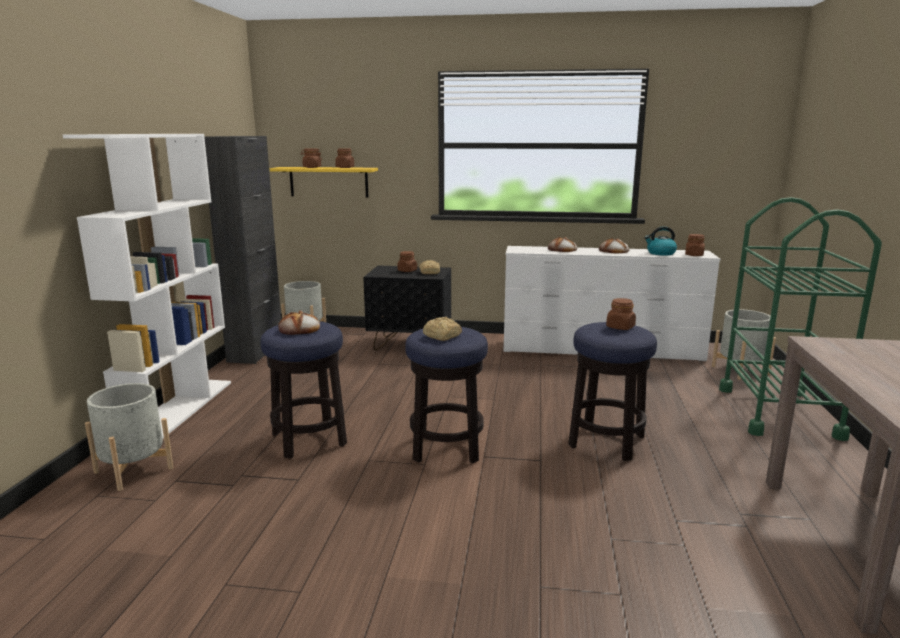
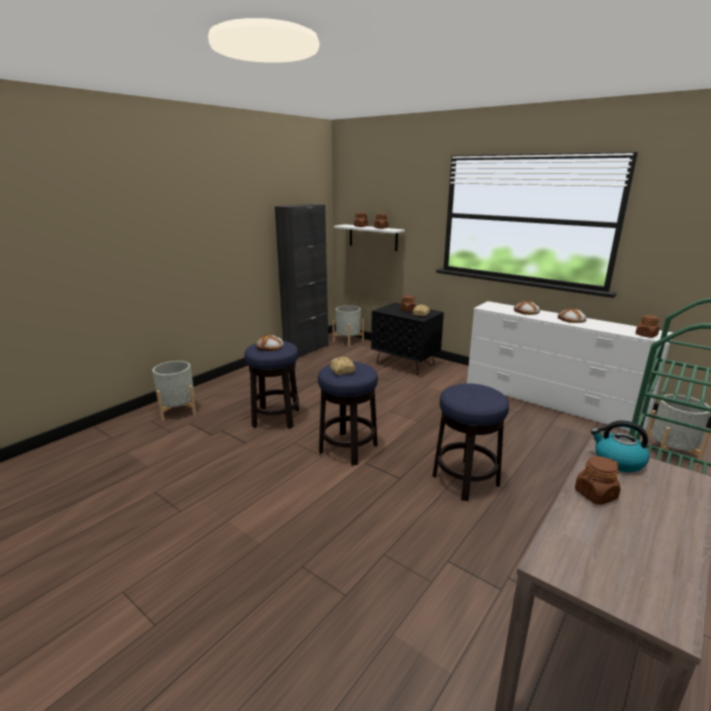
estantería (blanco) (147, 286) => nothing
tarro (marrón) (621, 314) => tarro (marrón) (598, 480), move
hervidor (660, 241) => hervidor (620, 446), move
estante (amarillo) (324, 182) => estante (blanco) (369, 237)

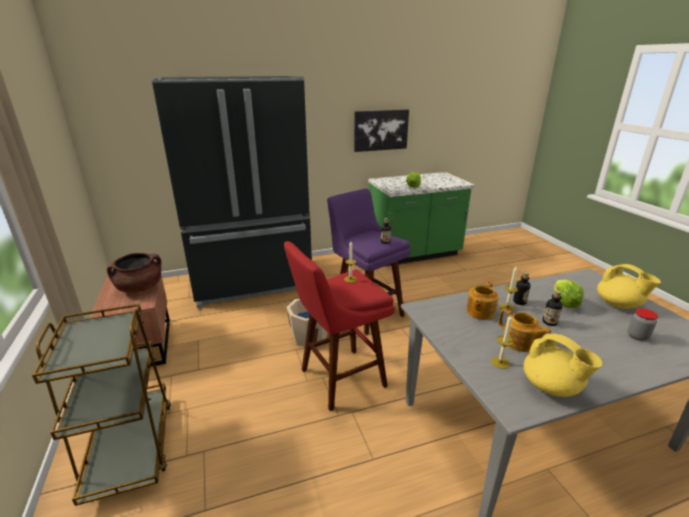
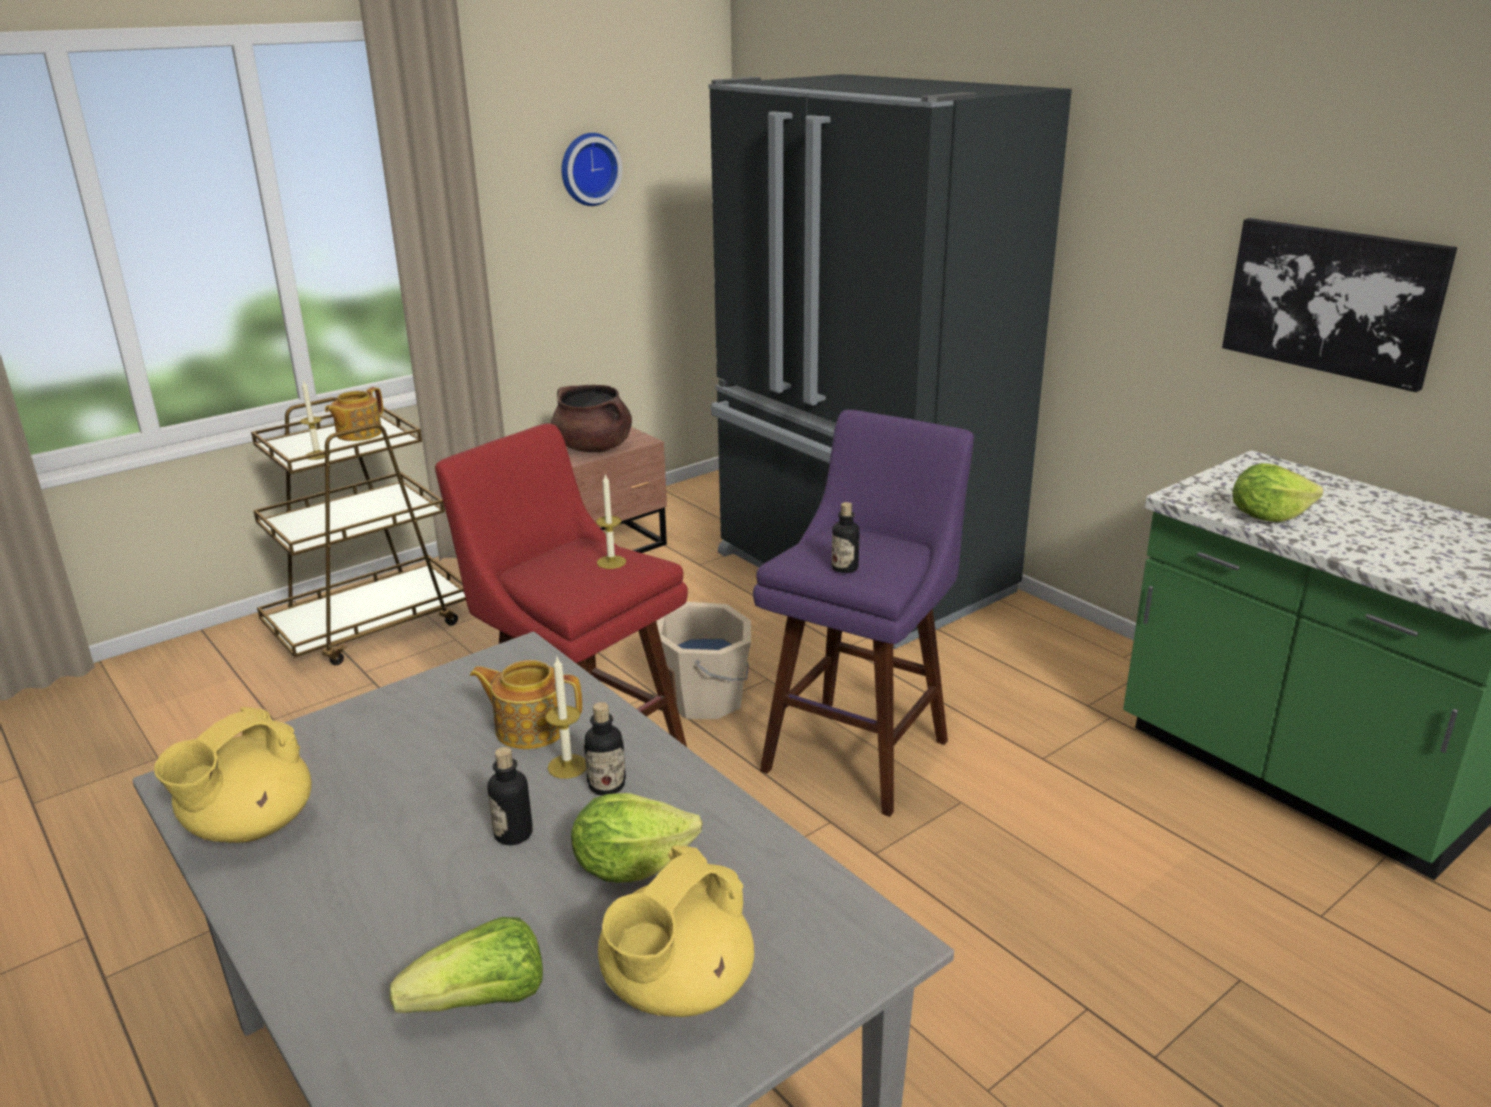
nothing => reloj de pared (592, 169)
vela (502, 342) => vela (315, 420), move
tetera (525, 330) => tetera (354, 414), move
tarro (643, 324) => lechuga (466, 965)

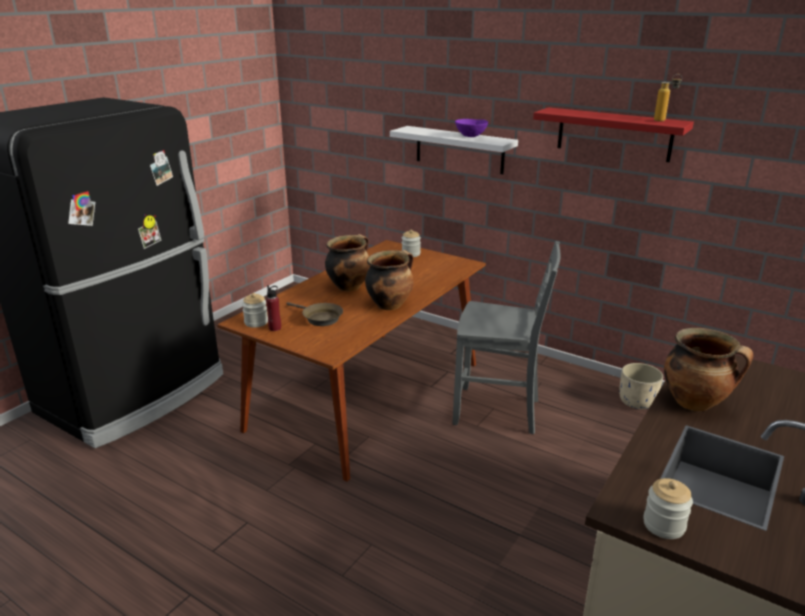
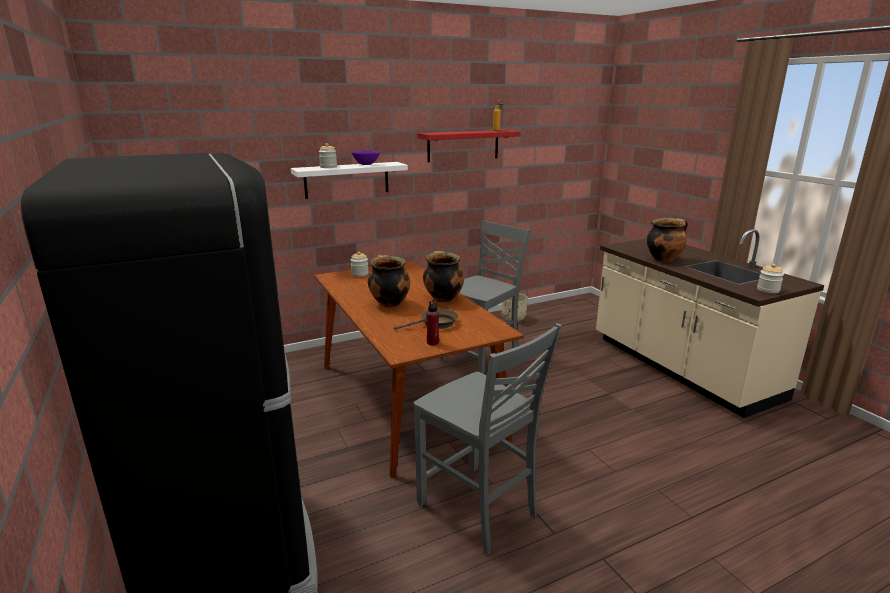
nothing => silla (gris) (487, 439)
tarro (255, 310) => tarro (328, 155), move

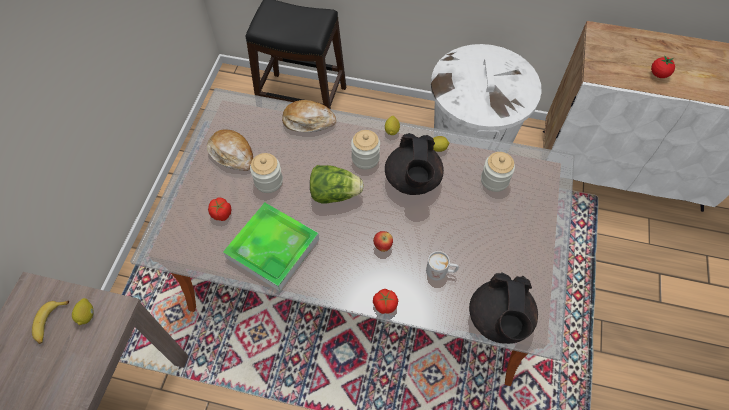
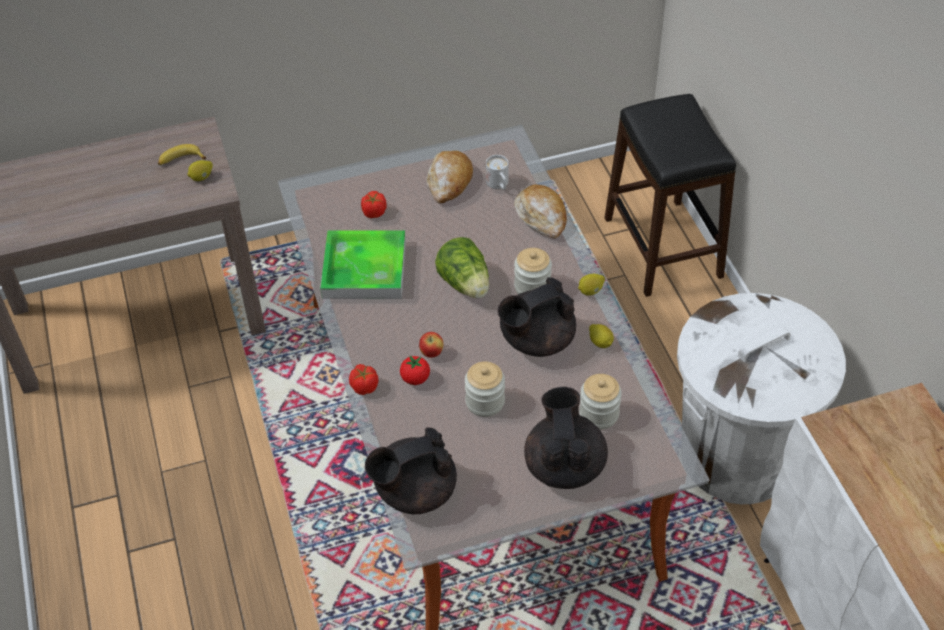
nothing => tetera (negro) (566, 438)
tarro (266, 173) => tarro (485, 389), move
taza grande (blanco) (442, 265) => taza grande (blanco) (497, 172), move
tomate (663, 67) => tomate (415, 370), move

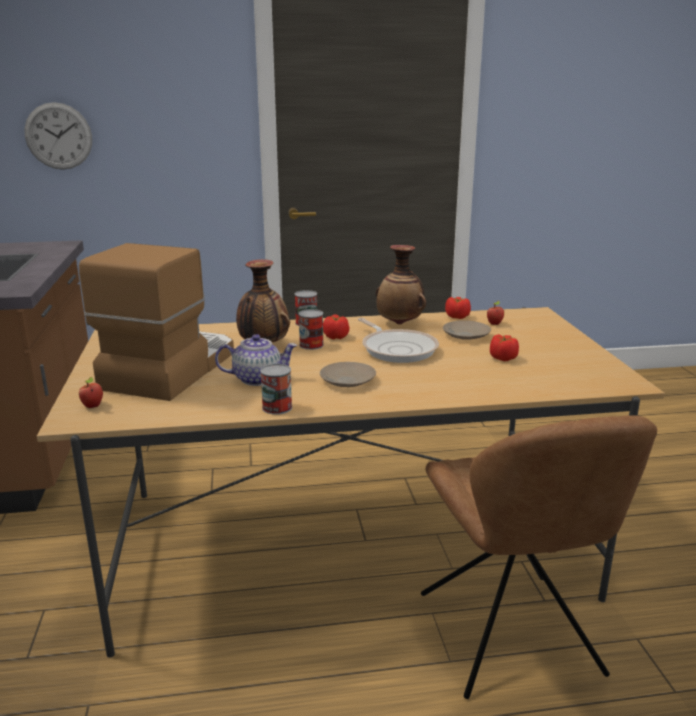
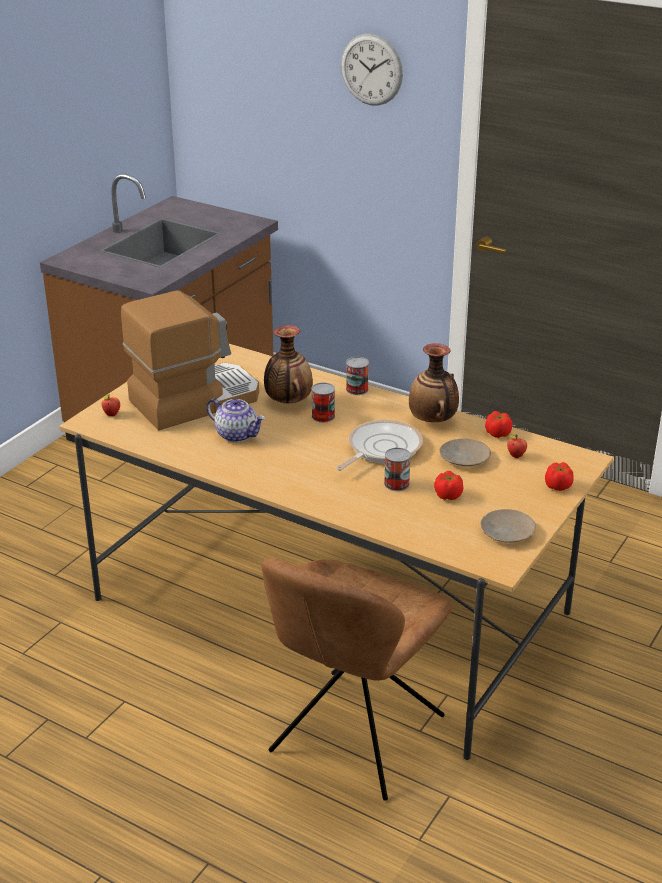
reloj de pared (58, 136) => reloj de pared (372, 70), move
lata (276, 389) => lata (397, 469), move
plato (beis) (348, 374) => plato (beis) (508, 526), move
tomate (336, 326) => tomate (559, 476), move
sartén (398, 340) => sartén (379, 445), 150 degrees counterclockwise

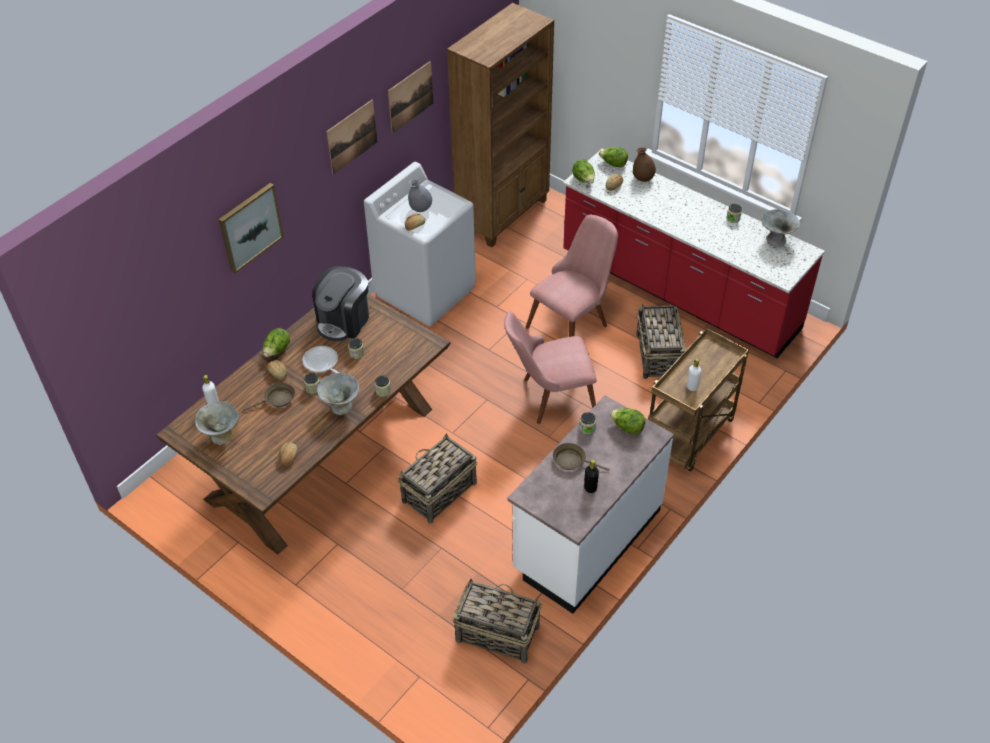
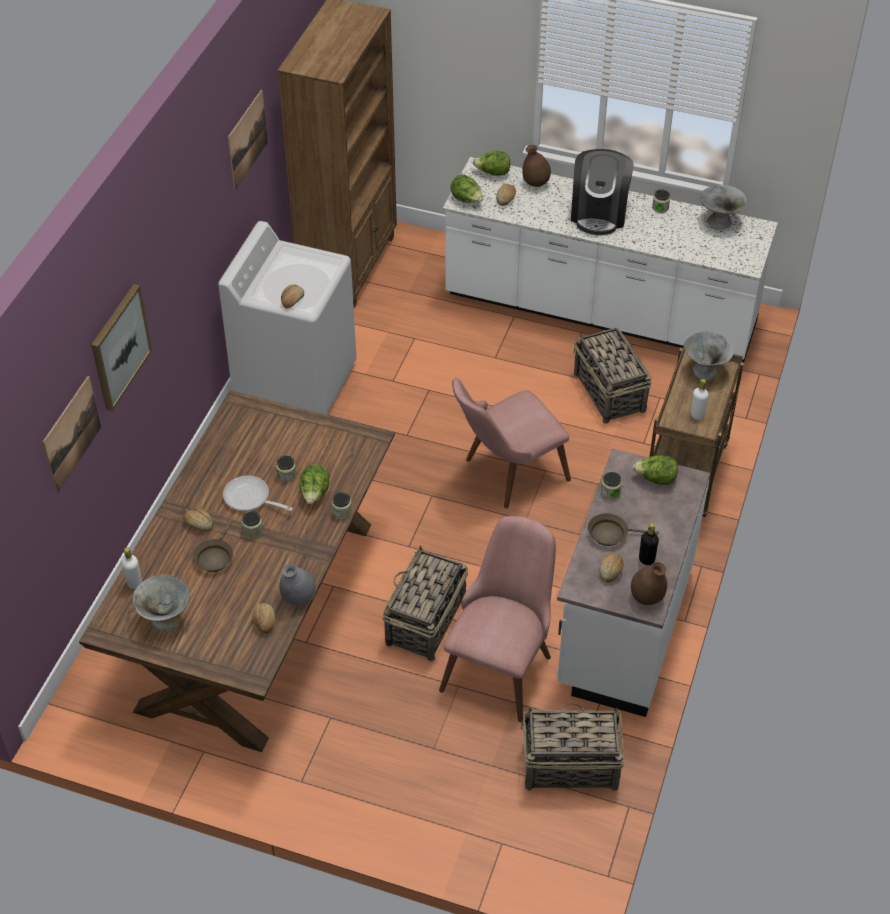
nothing => pan (611, 568)
nothing => florero (marrón) (649, 583)
lechuga (276, 342) => lechuga (314, 484), move
cafetera (340, 303) => cafetera (602, 192), move
cuenco (gris) (338, 394) => cuenco (gris) (709, 356), move
cuadro (352, 137) => cuadro (72, 434), move
florero (gris) (420, 196) => florero (gris) (297, 584), move
silla (rosa) (572, 276) => silla (rosa) (497, 619), move
mueble bajo de cocina (rojo) (694, 253) => mueble bajo de cocina (blanco) (610, 259)
sartén (marrón) (268, 397) => sartén (marrón) (213, 546), 150 degrees clockwise

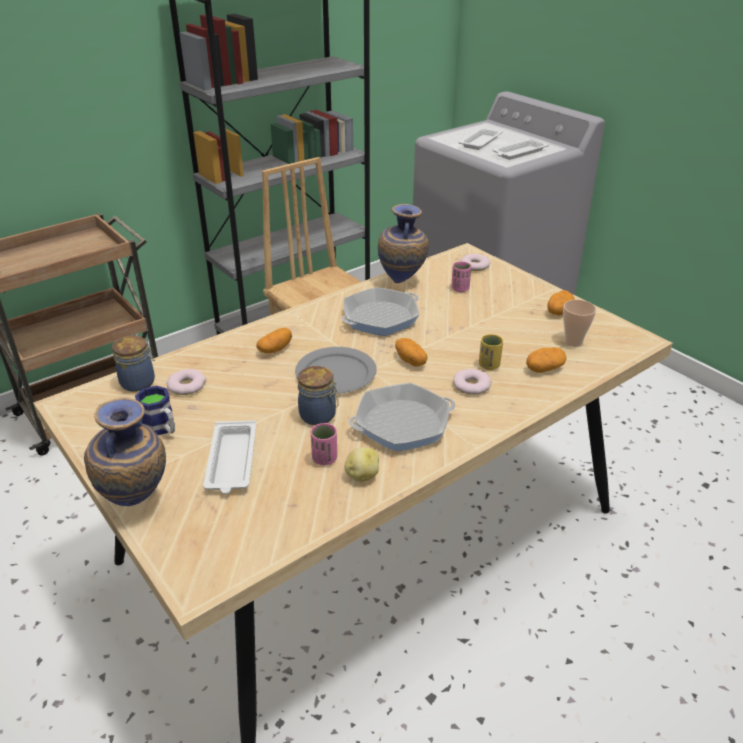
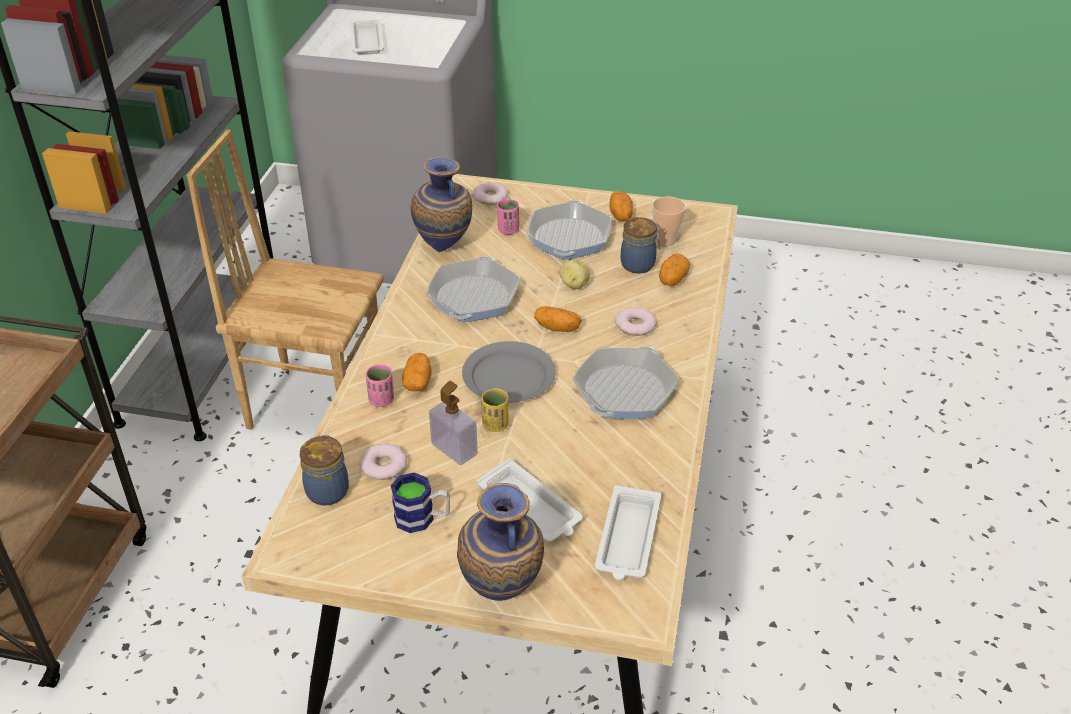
nothing => dispensador de jabón (453, 423)
nothing => sartén (569, 229)
tarro (318, 395) => tarro (641, 245), move
taza (rosa) (324, 444) => taza (rosa) (380, 385), move
patata (361, 465) => patata (574, 274), move
taza (amarillo) (491, 352) => taza (amarillo) (495, 410), move
bandeja (blanco) (520, 149) => bandeja (blanco) (628, 532), move

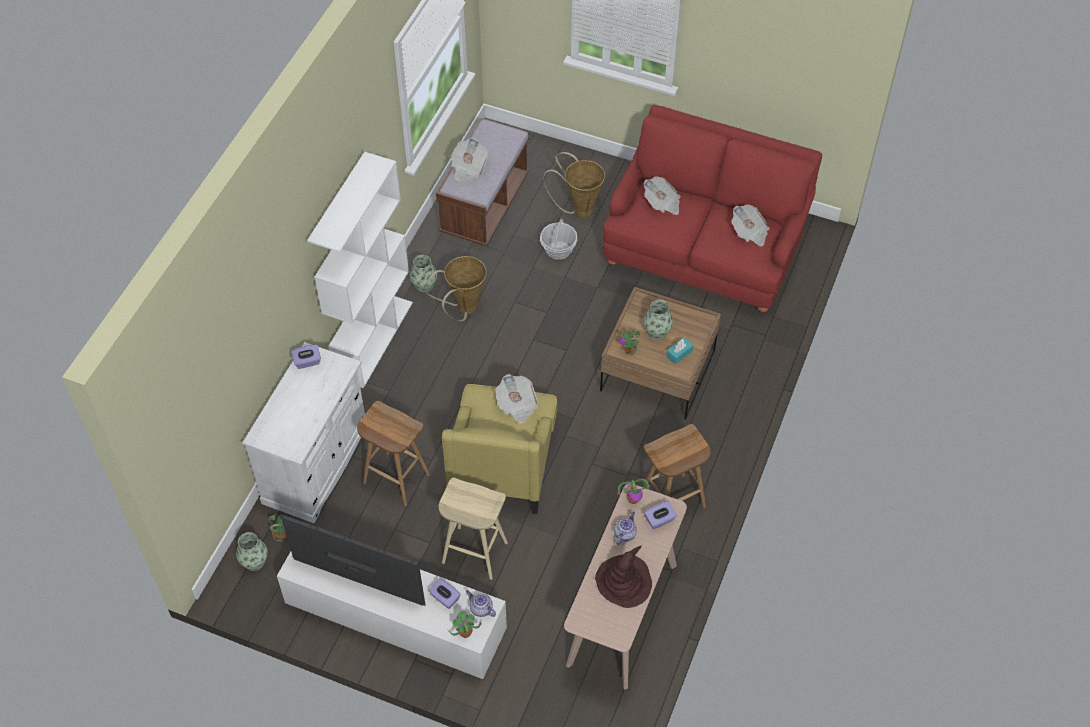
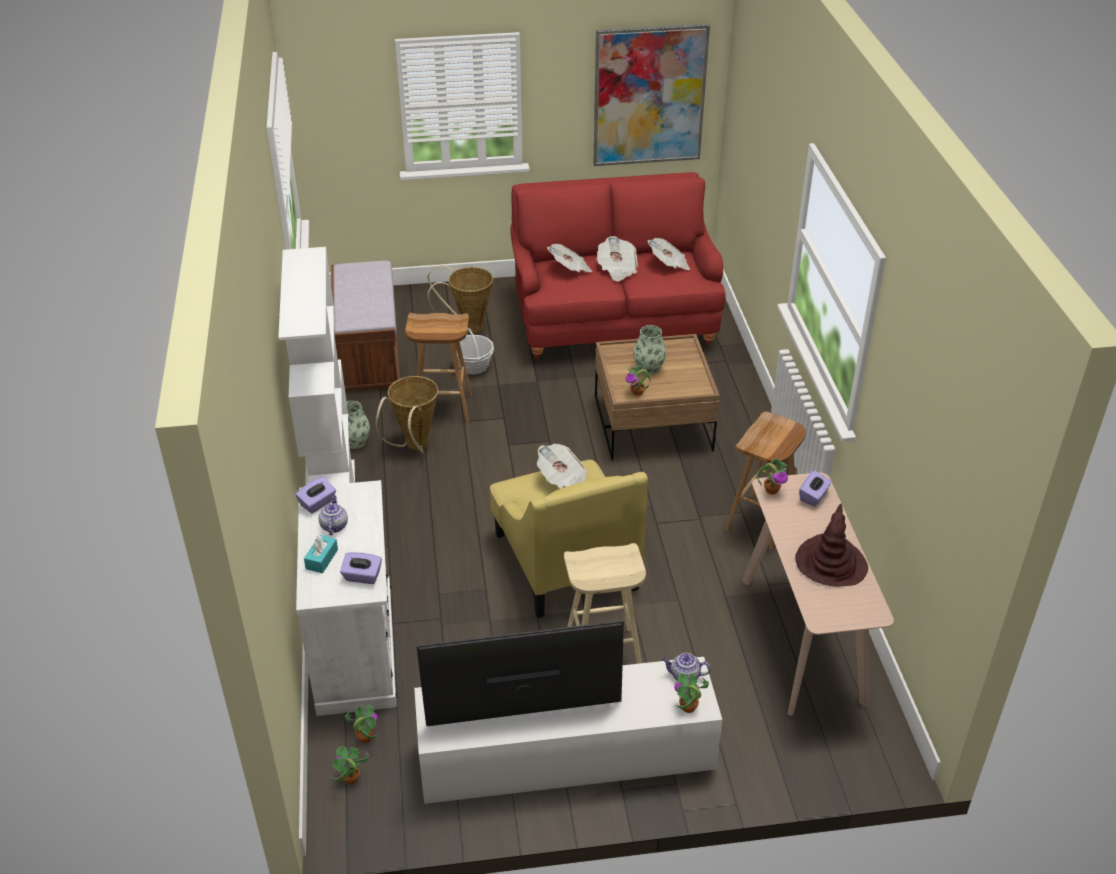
nothing => cuadro (651, 95)
taburete (marrón) (393, 453) => taburete (marrón) (438, 368), move
caja de pañuelos (morado) (445, 593) => caja de pañuelos (morado) (361, 568), move
periódico (470, 159) => periódico (617, 258), move
tetera (625, 528) => tetera (333, 515), move
caja de pañuelos (turquesa) (679, 350) => caja de pañuelos (turquesa) (321, 554), move
florero (252, 551) => planta en maceta (349, 765)

